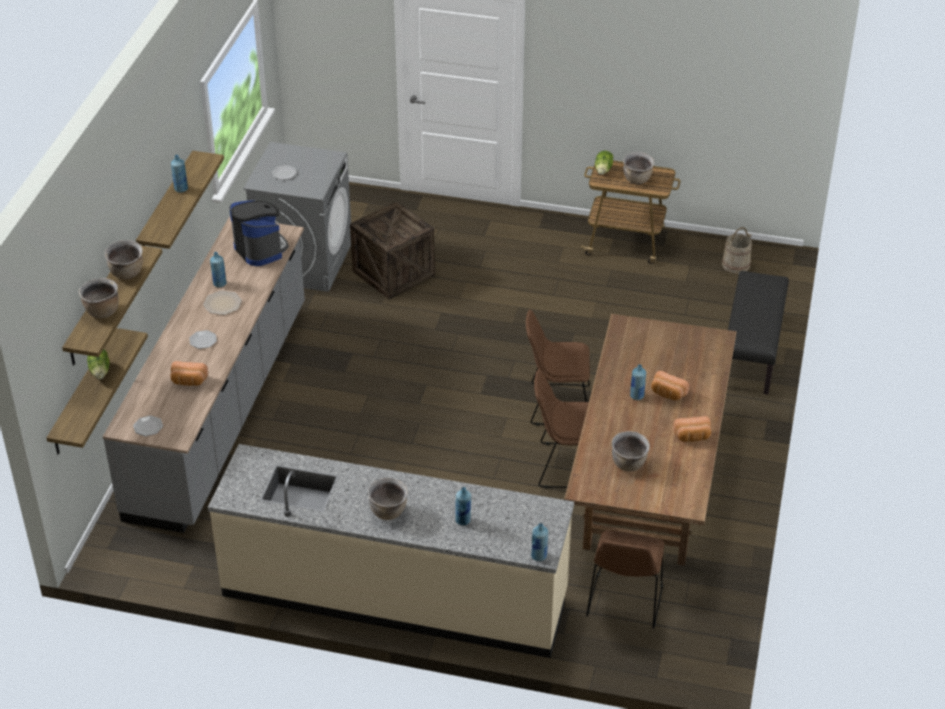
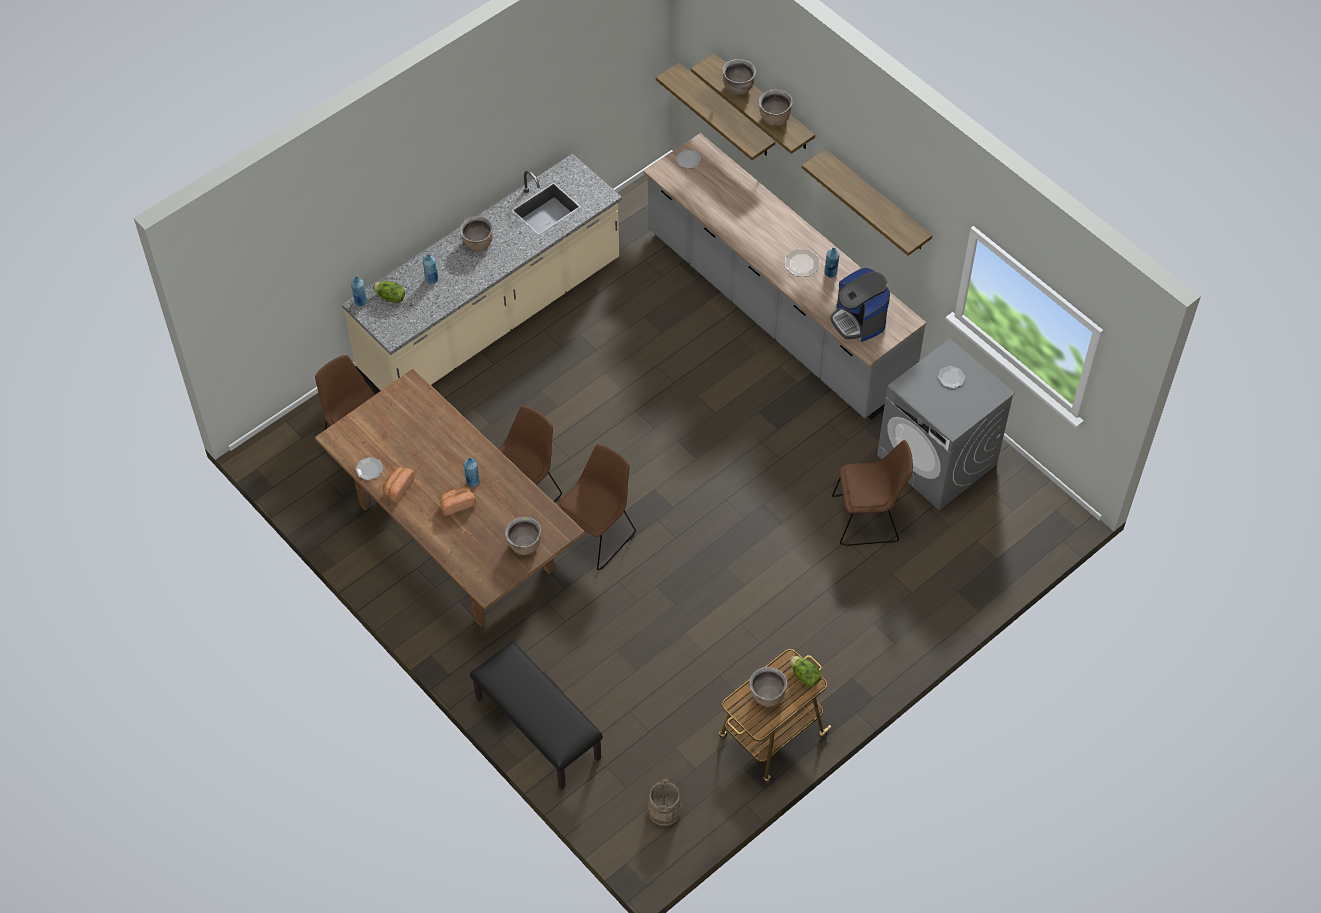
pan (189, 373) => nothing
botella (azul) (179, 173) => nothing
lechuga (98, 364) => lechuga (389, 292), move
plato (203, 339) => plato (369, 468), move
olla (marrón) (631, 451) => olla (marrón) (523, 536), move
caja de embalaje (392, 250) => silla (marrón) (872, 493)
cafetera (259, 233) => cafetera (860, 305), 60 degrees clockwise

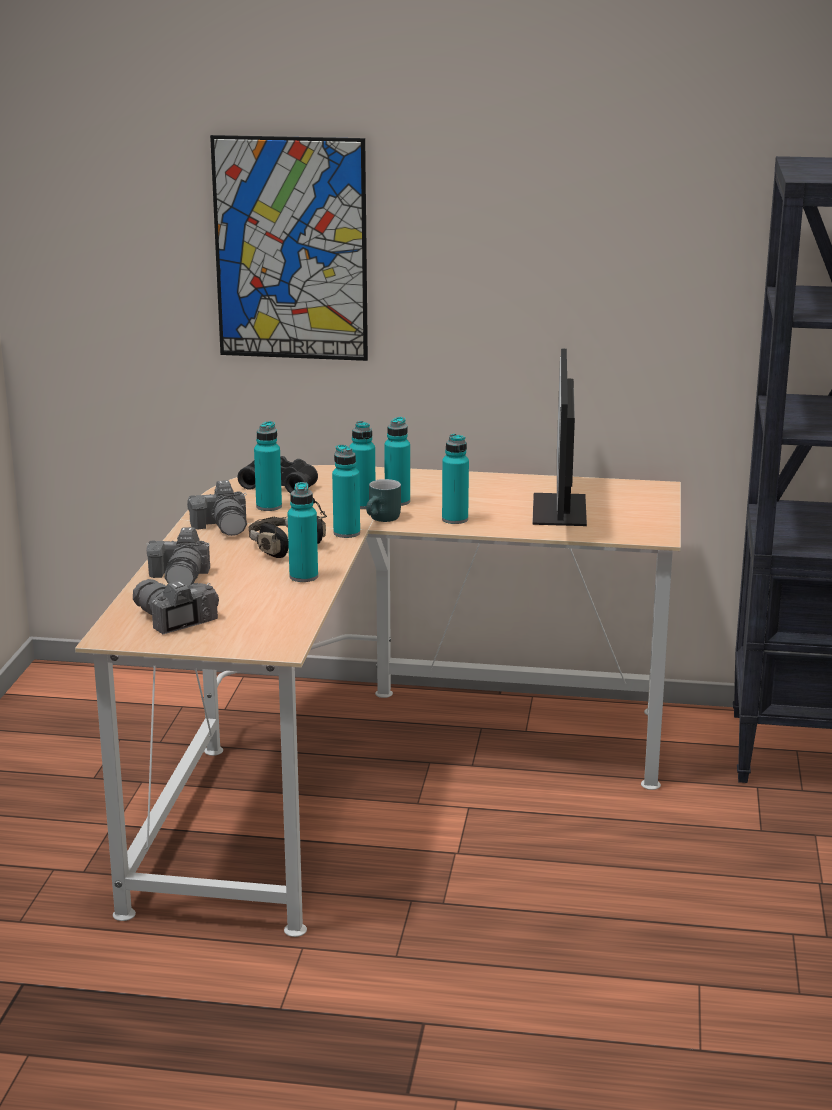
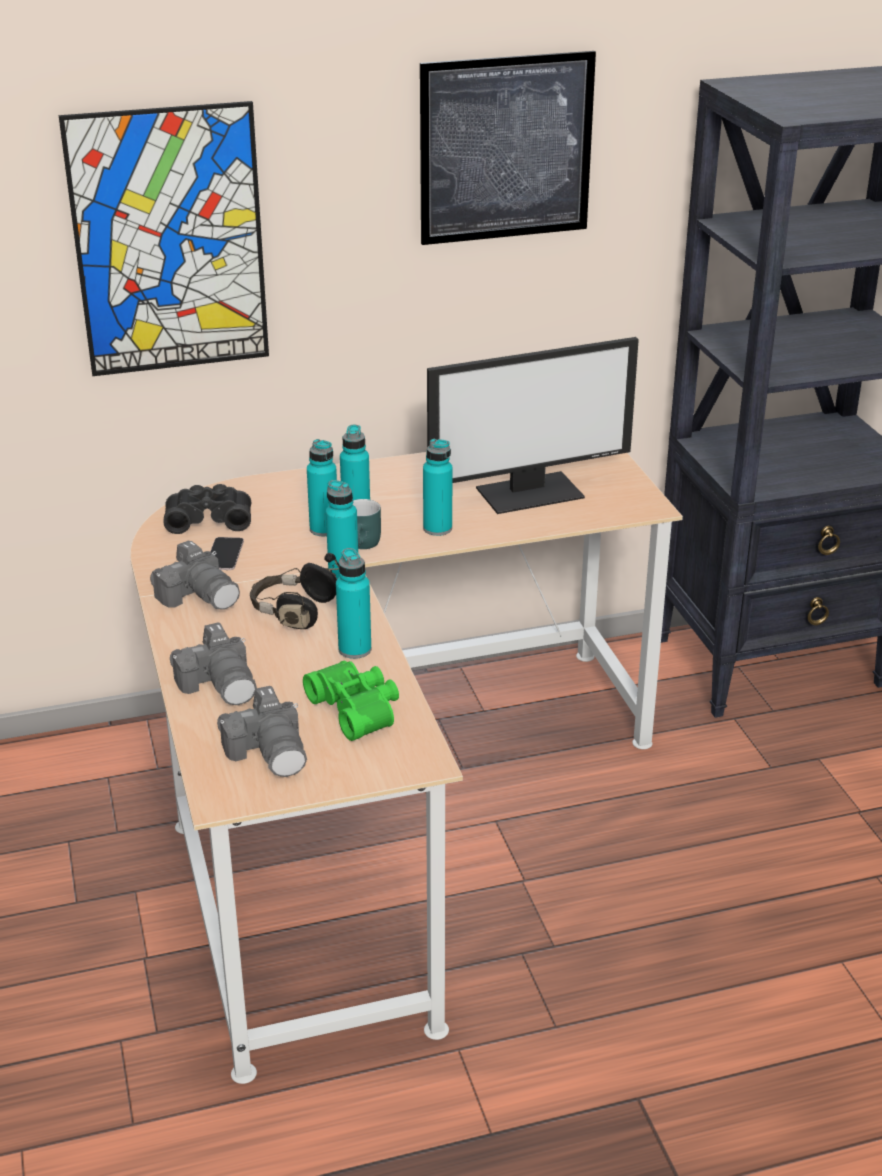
nothing => prismáticos (verde) (351, 701)
nothing => cuadro (508, 148)
botella (turquesa) (268, 466) => móvil (227, 553)
cámara (176, 606) => cámara (262, 731), 135 degrees counterclockwise
monitor (559, 437) => monitor (533, 425), 90 degrees counterclockwise

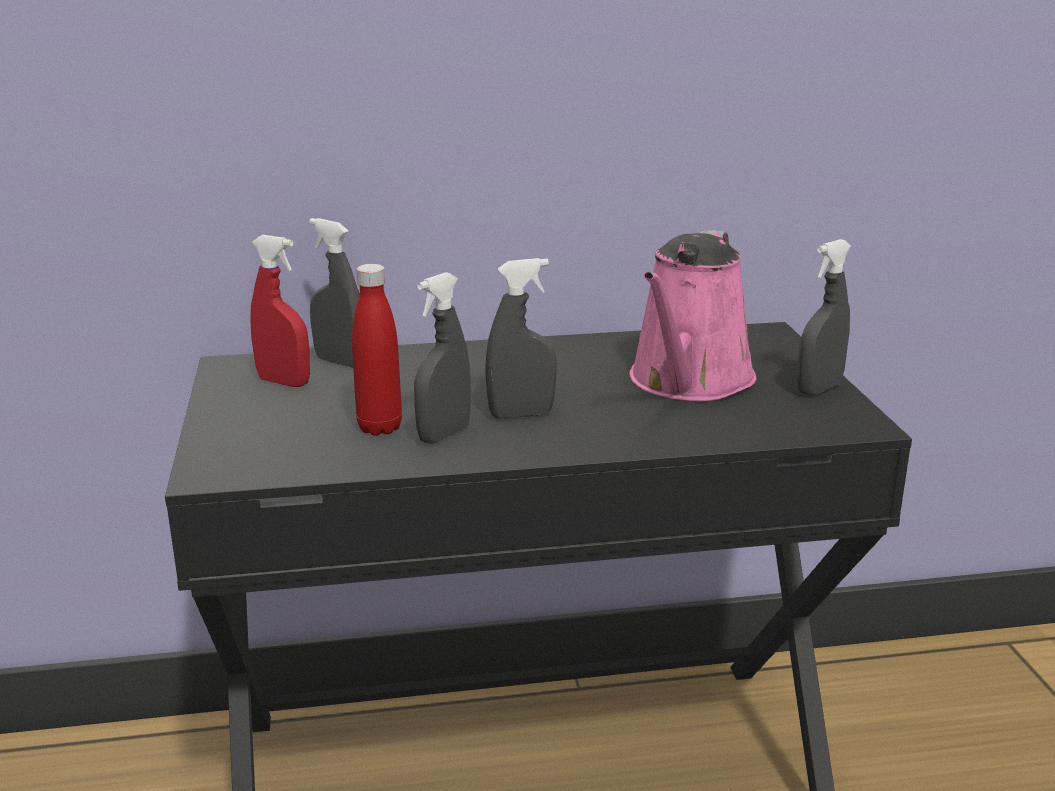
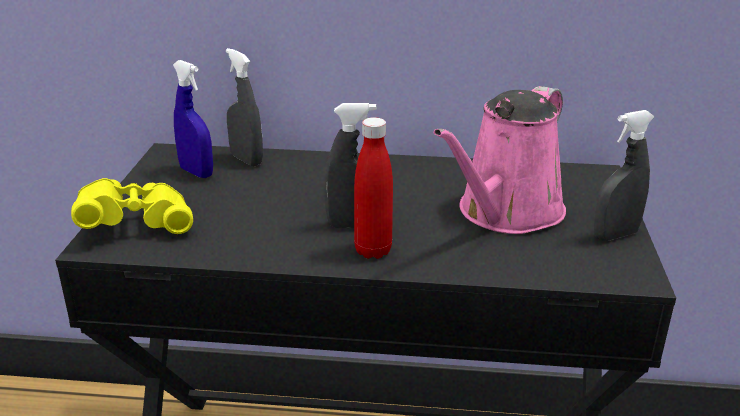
pulverizador (gris) (442, 358) => nothing
nothing => prismáticos (amarillo) (132, 206)
botella (rojo) (377, 350) => botella (rojo) (373, 188), move
pulverizador (rojo) (280, 311) => pulverizador (azul) (193, 119)

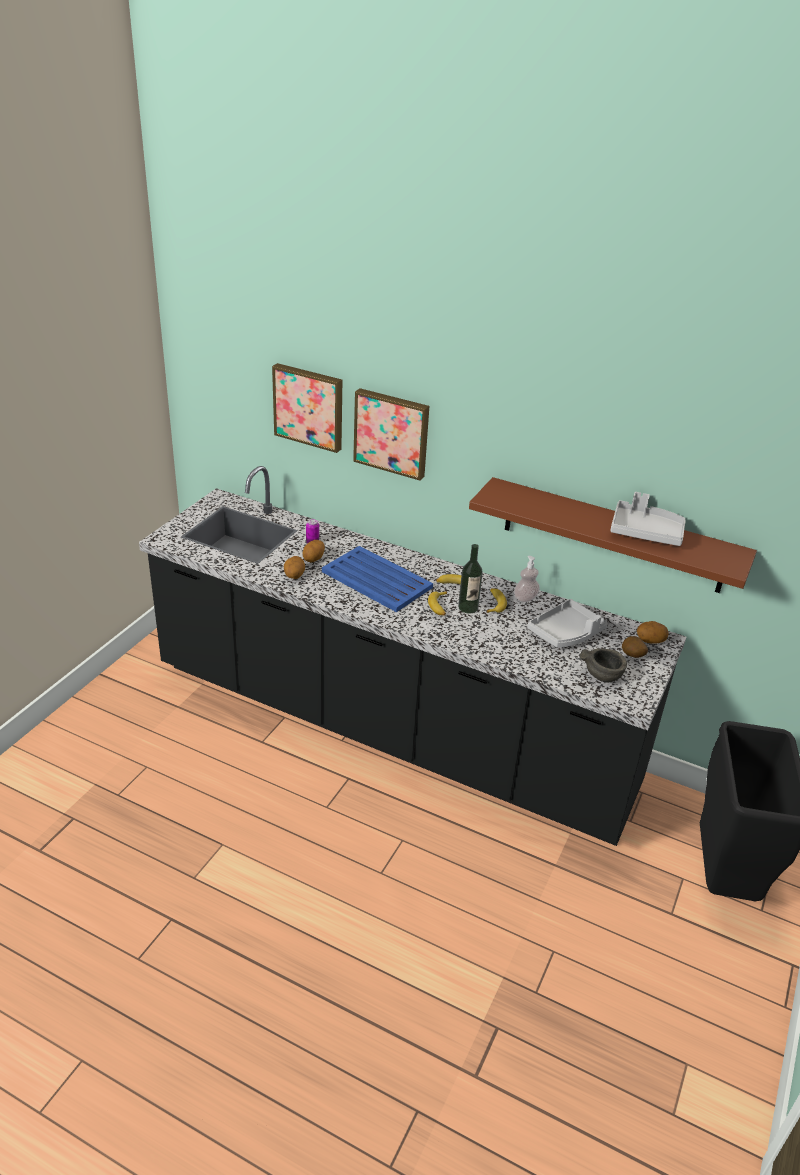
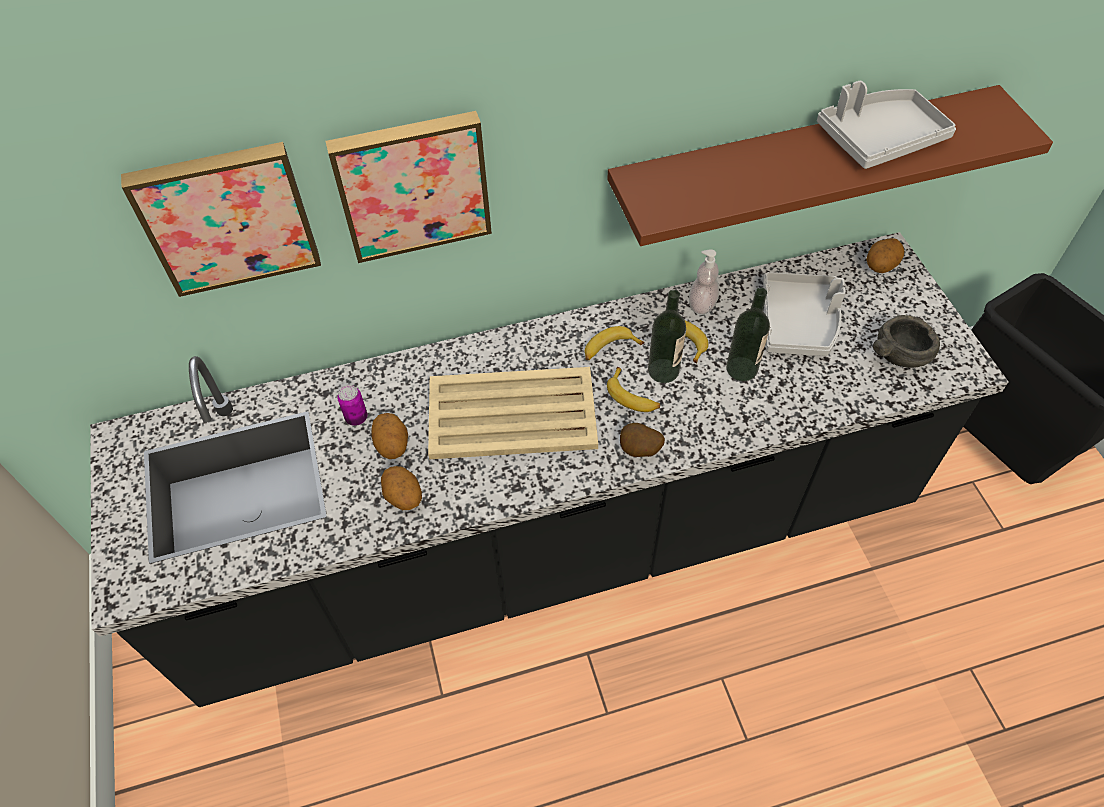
nothing => botella (748, 334)
patata (635, 647) => patata (642, 440), move
bandeja (azul) (377, 579) => bandeja (beis) (513, 413)

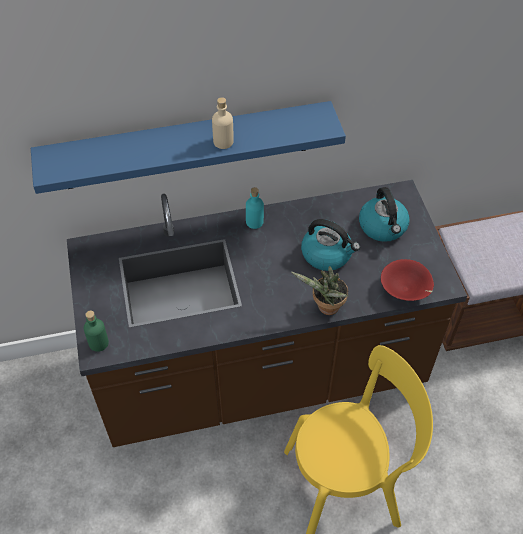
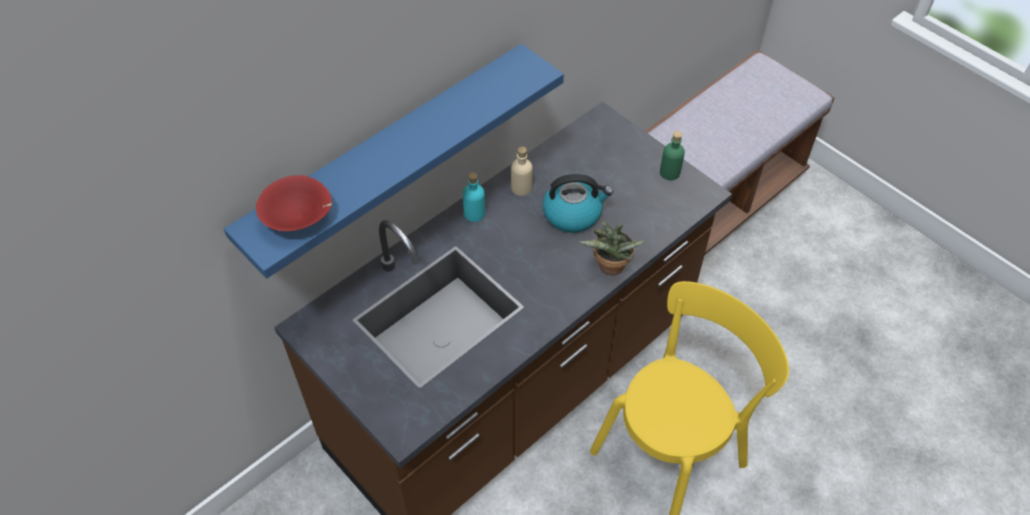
hervidor (384, 214) => nothing
botella (verde) (96, 331) => botella (verde) (672, 155), move
botella (beis) (223, 123) => botella (beis) (522, 171), move
cuenco (rojo) (407, 280) => cuenco (rojo) (294, 203), move

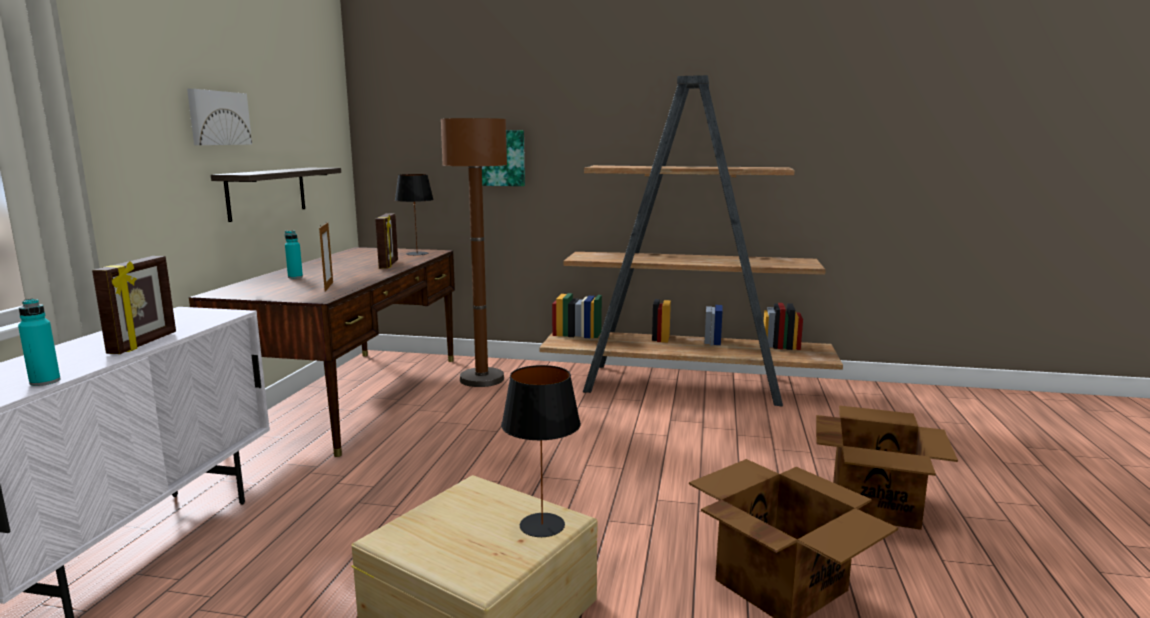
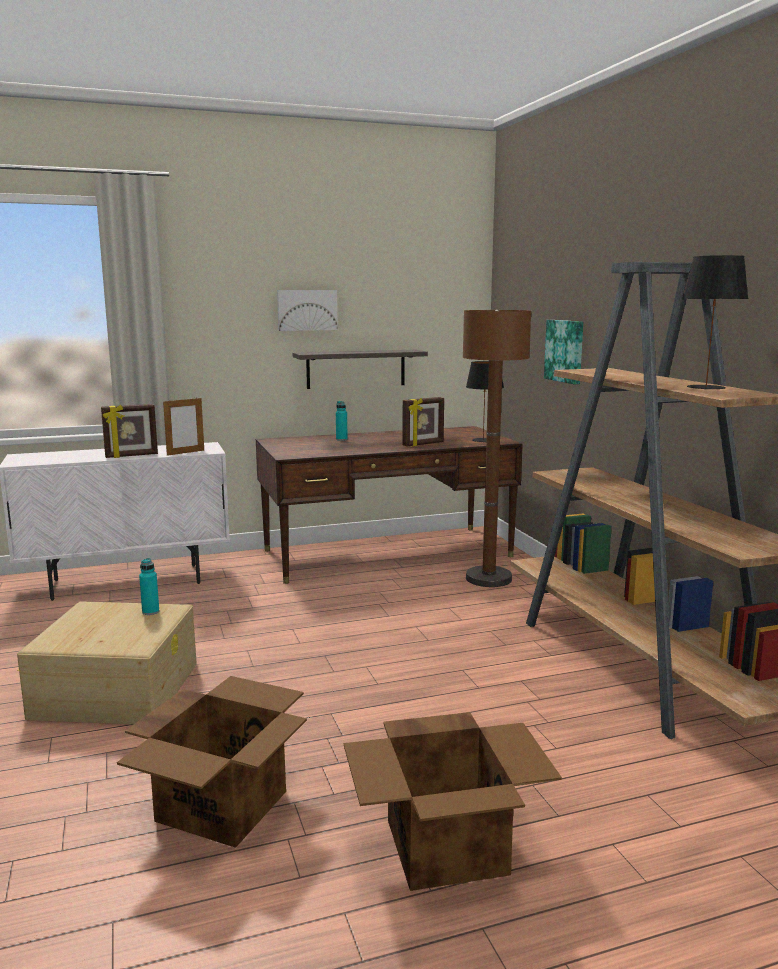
botella (turquesa) (39, 342) => botella (turquesa) (149, 586), move
portarretratos (326, 257) => portarretratos (183, 426), move
lámpara de mesa (negro) (541, 451) => lámpara de mesa (negro) (715, 322), move

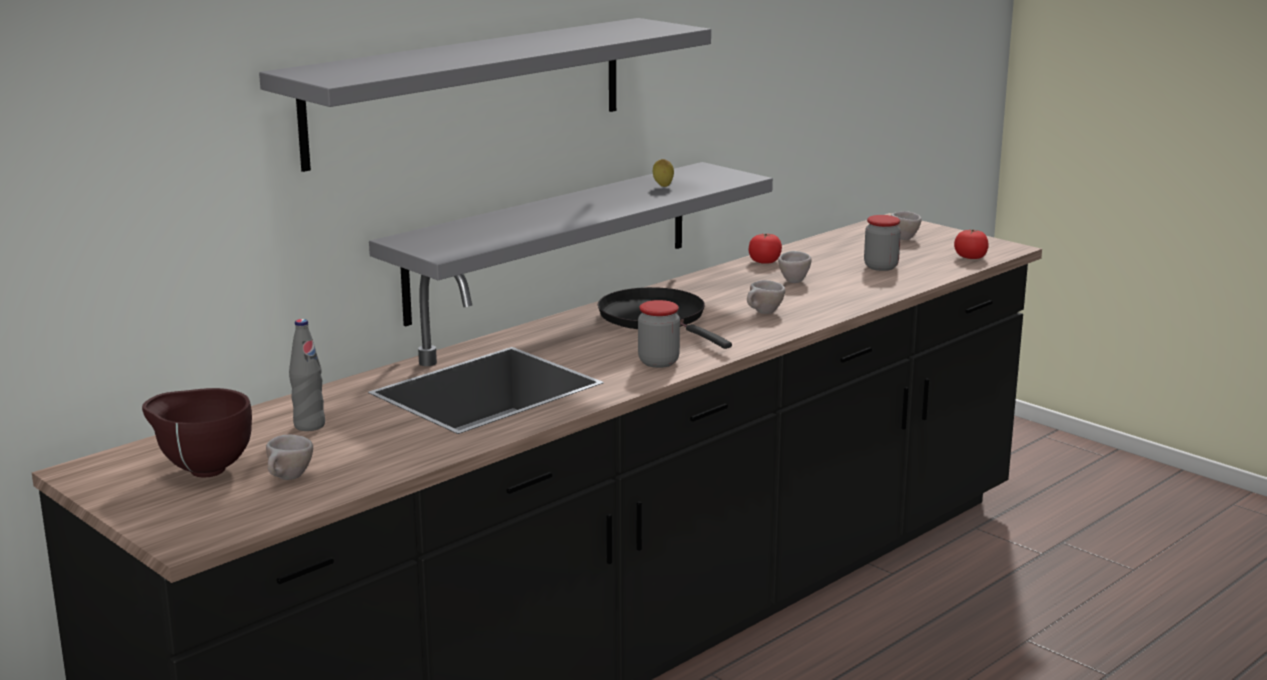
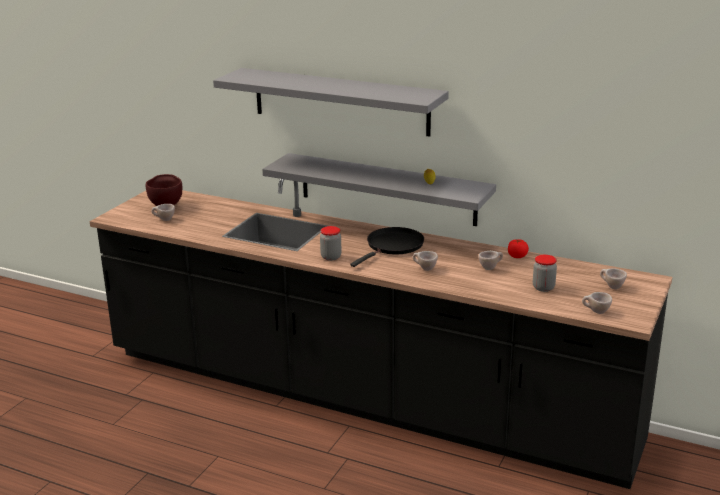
botella (gris) (307, 375) => nothing
tomate (971, 244) => taza (beis) (597, 303)

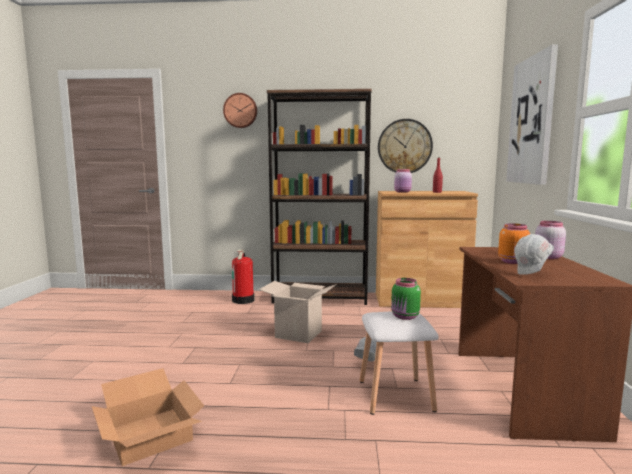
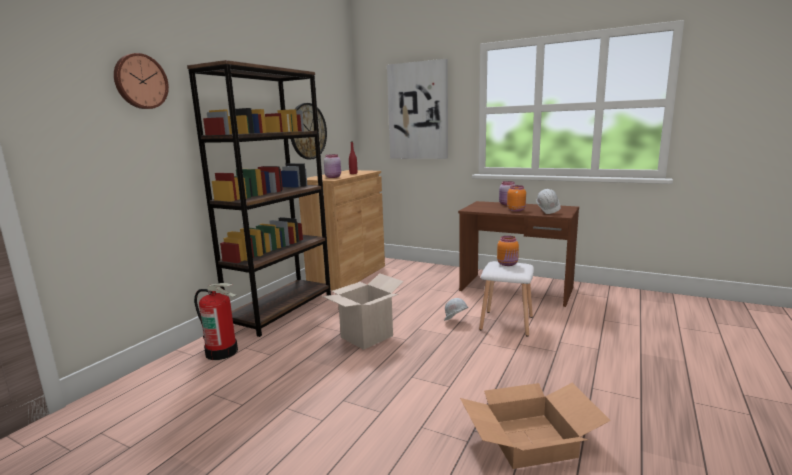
tarro (verde) (406, 299) => tarro (naranja) (508, 251)

